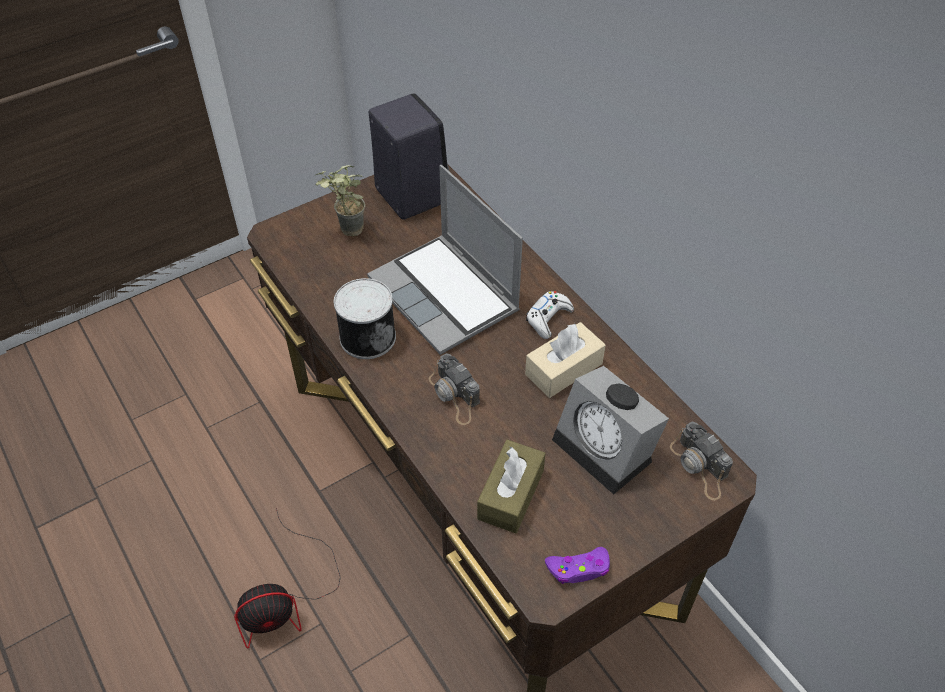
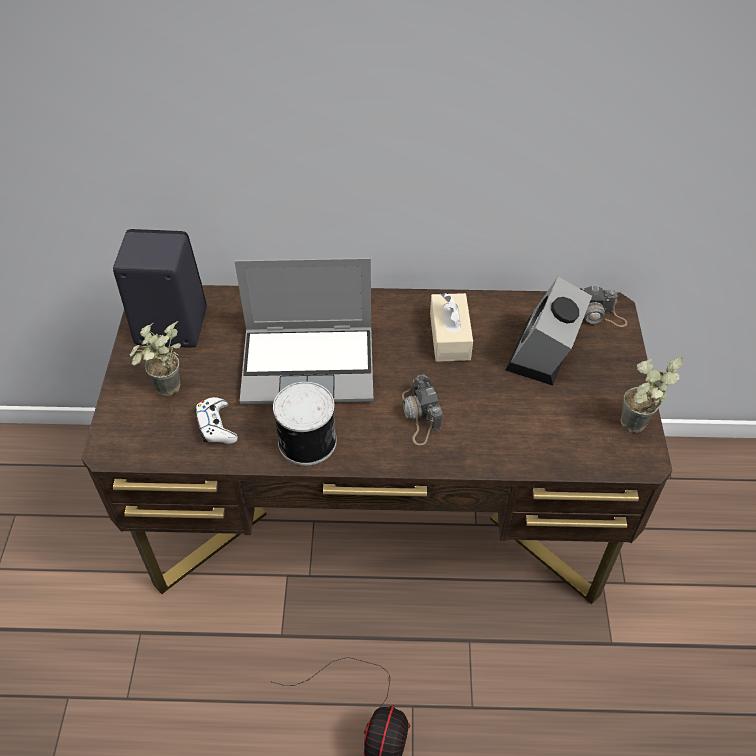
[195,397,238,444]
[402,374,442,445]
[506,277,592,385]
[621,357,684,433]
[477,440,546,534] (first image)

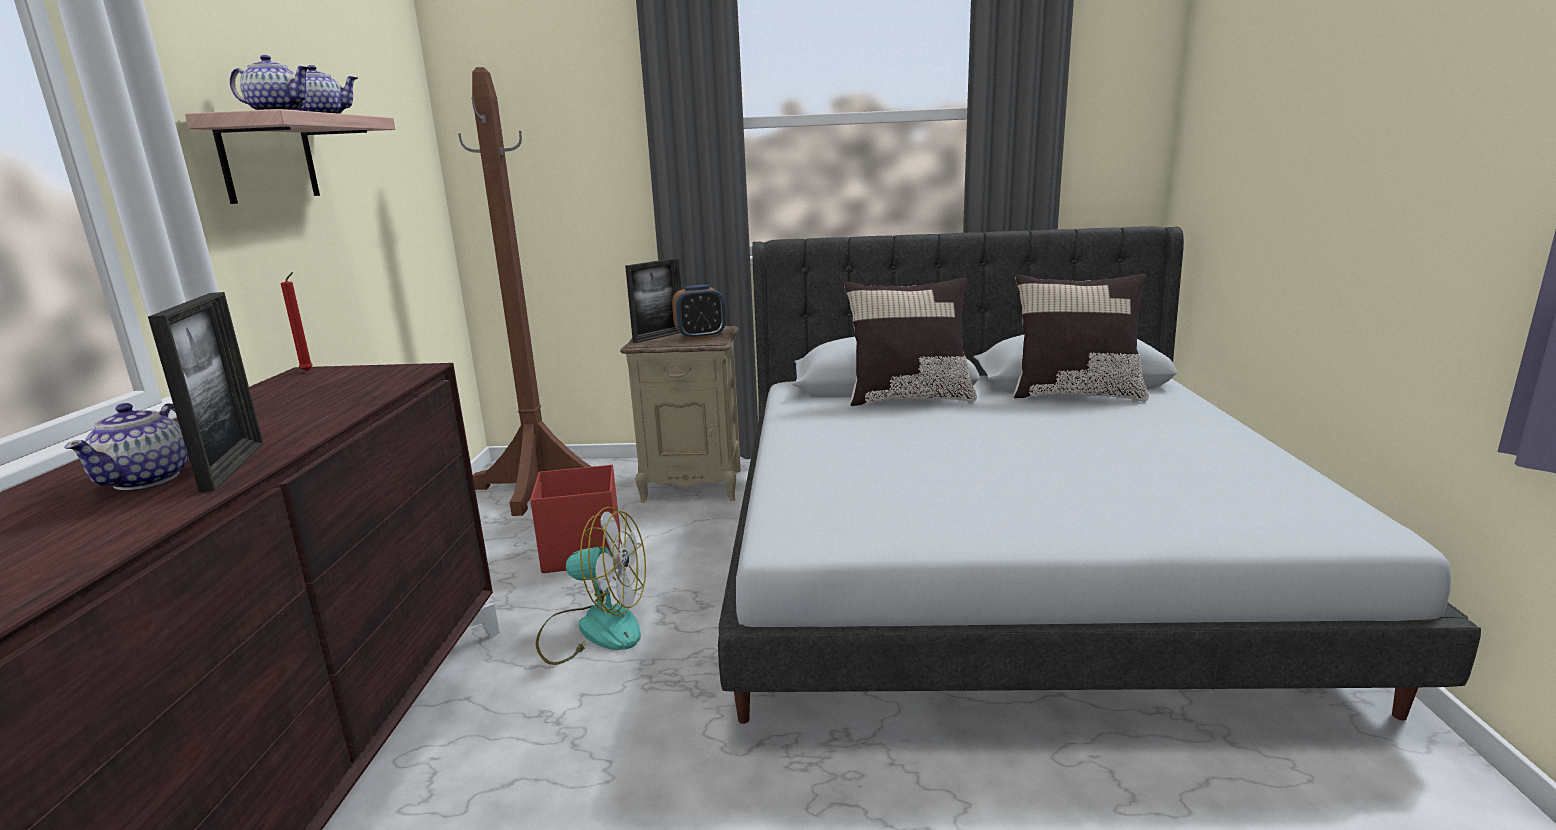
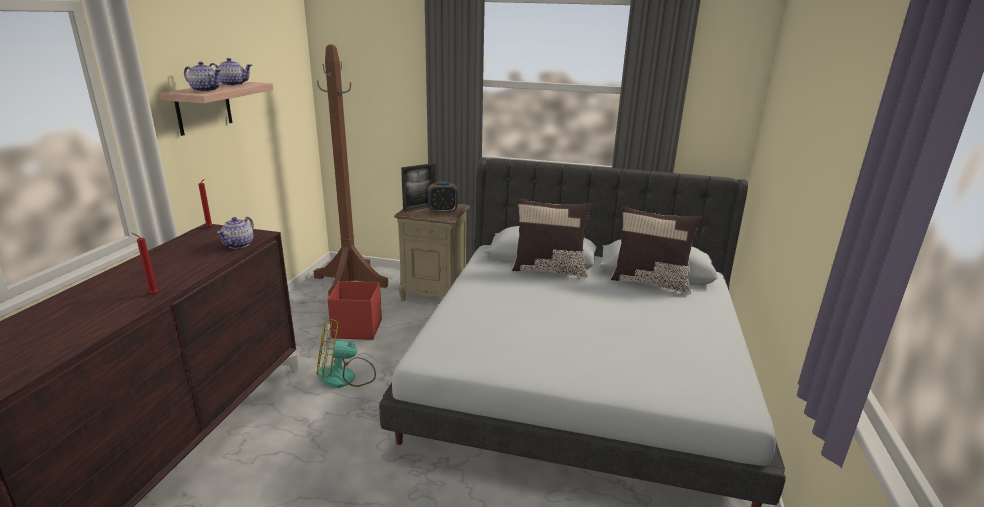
[132,233,158,294]
[217,217,254,249]
[317,319,376,388]

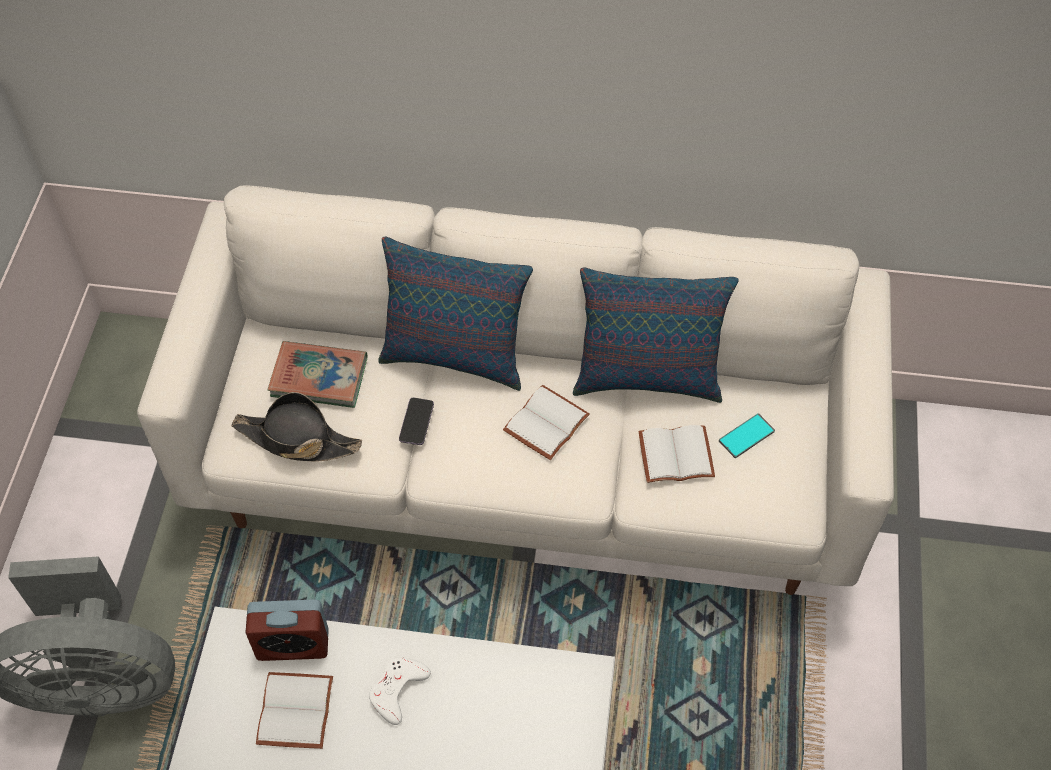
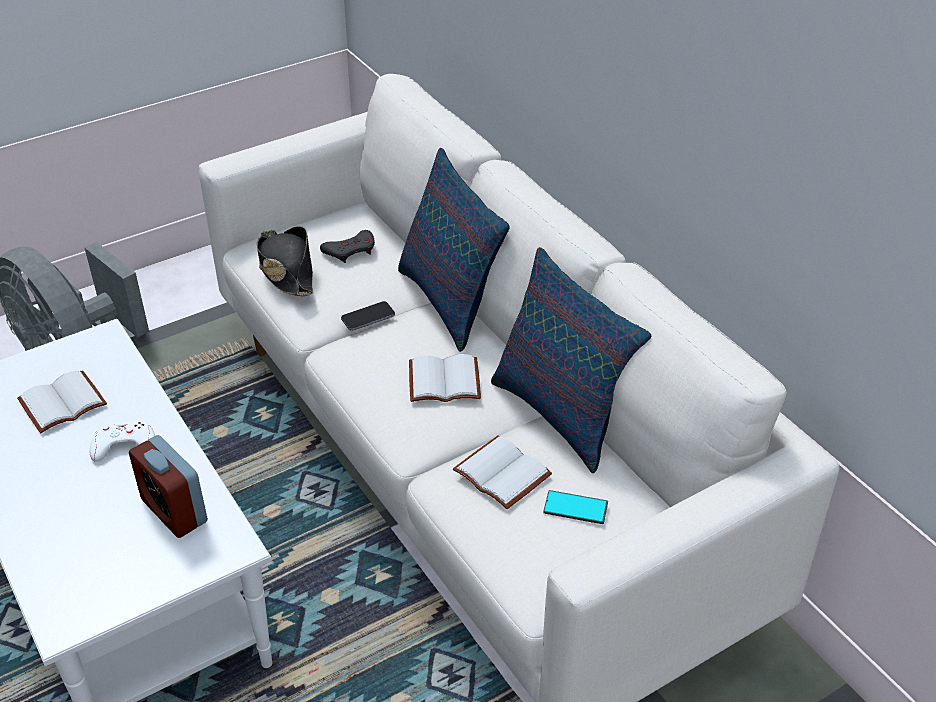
[129,435,208,538]
[320,230,375,263]

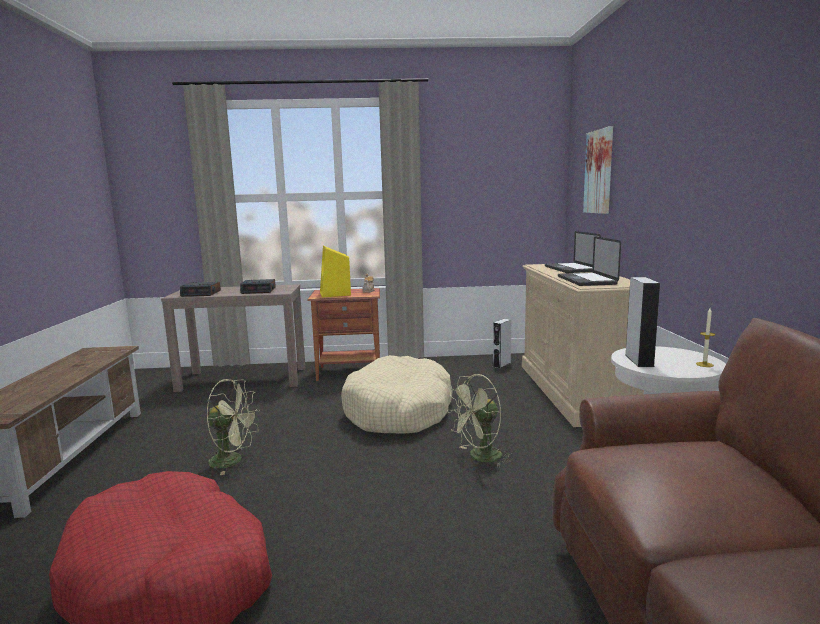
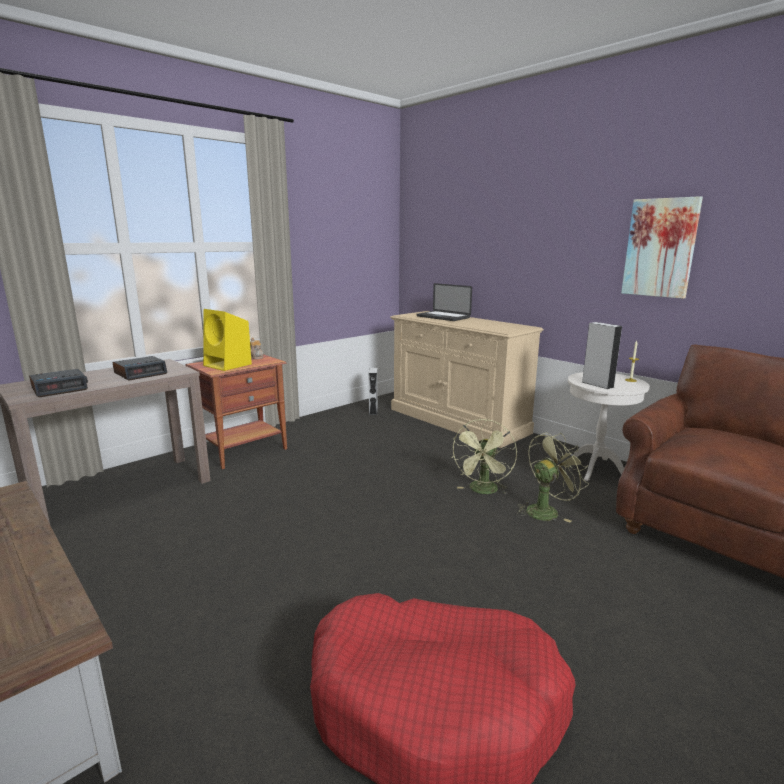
[517,433,589,523]
[621,196,703,299]
[341,355,453,434] (first image)
[558,236,621,286] (first image)

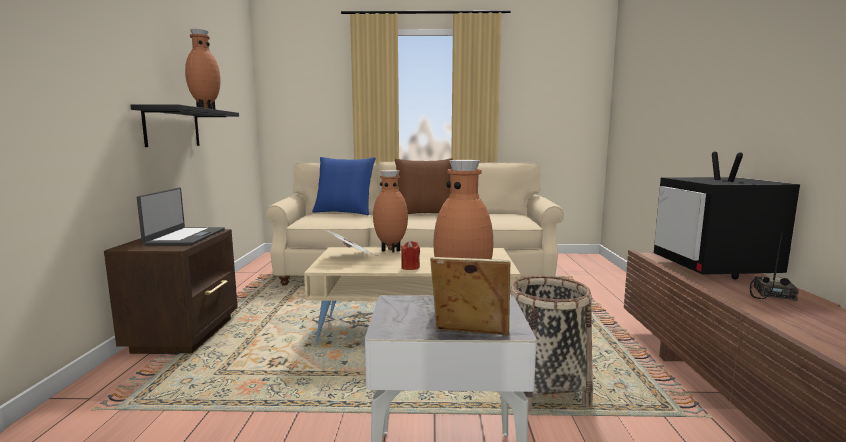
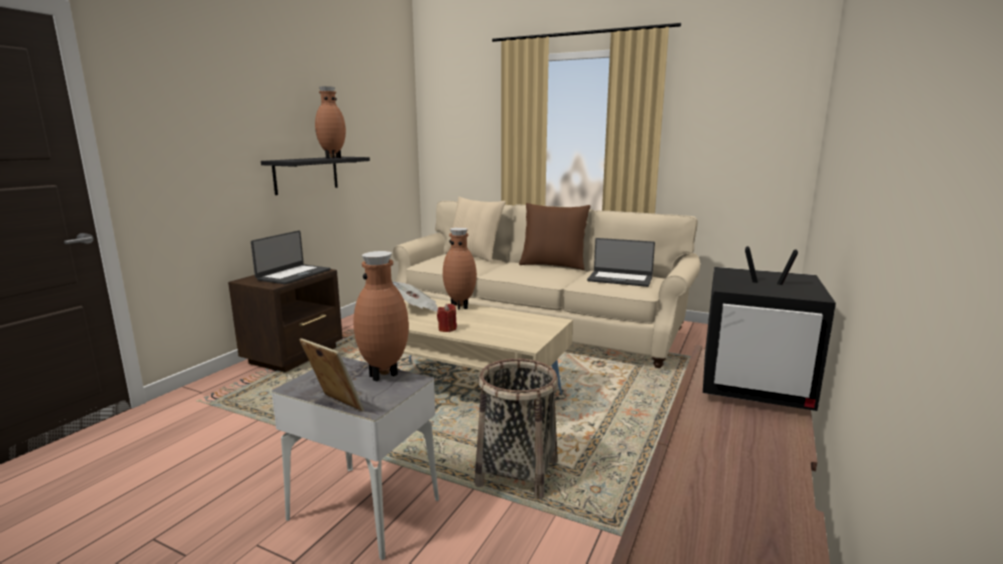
[445,197,506,262]
[587,238,655,287]
[703,246,836,411]
[750,234,799,301] (first image)

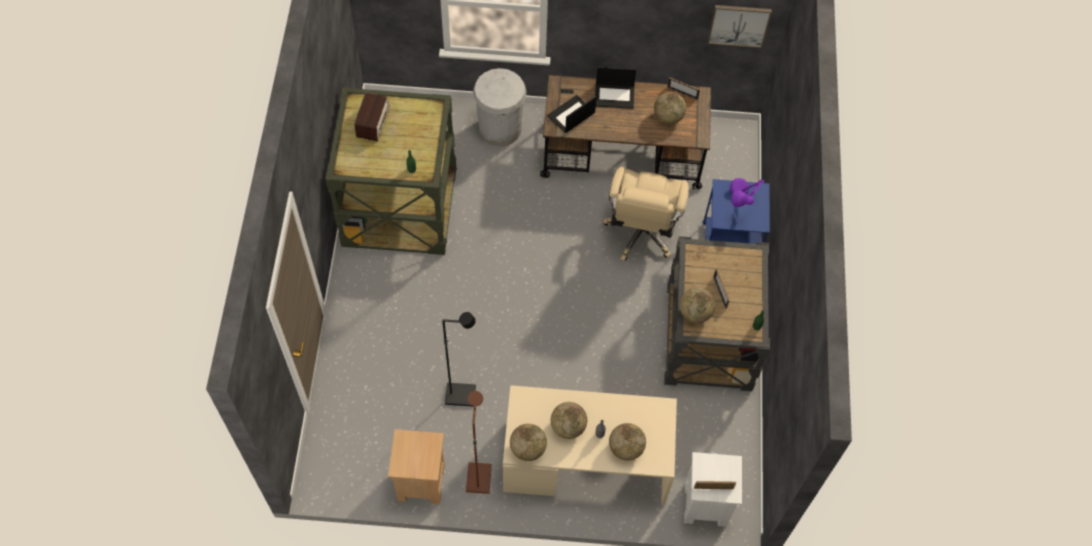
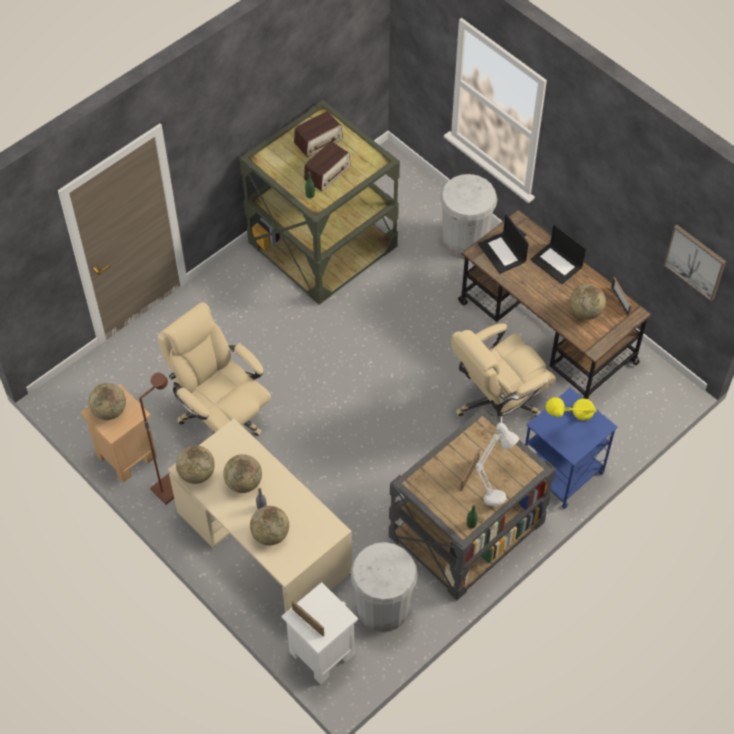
[88,383,126,420]
[158,302,271,436]
[304,141,351,191]
[350,542,418,632]
[476,423,519,506]
[478,214,529,274]
[546,397,597,421]

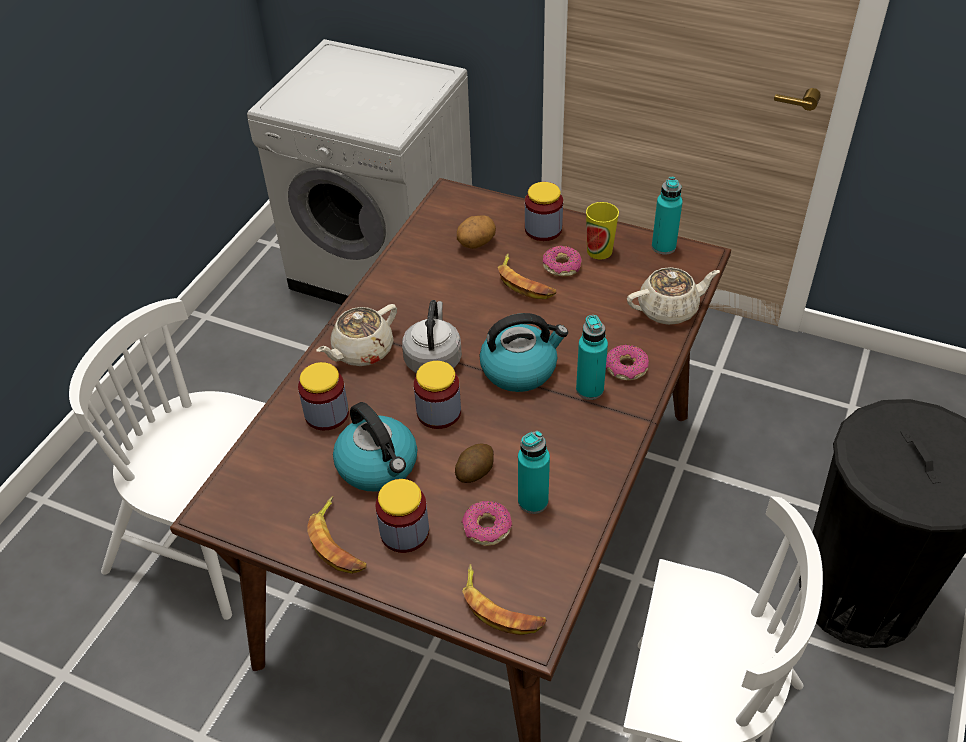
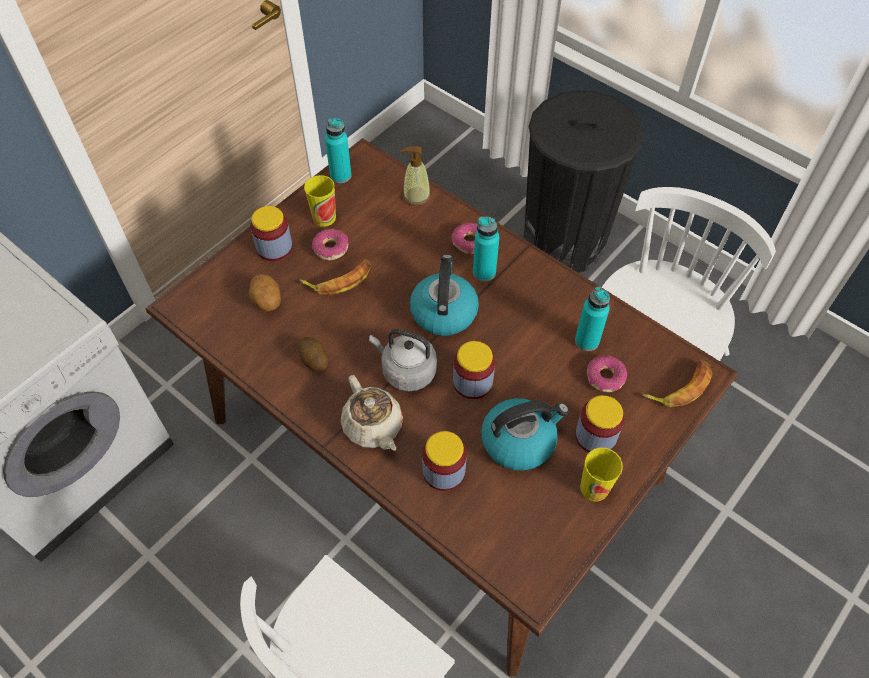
[298,337,329,372]
[400,146,431,206]
[580,448,623,502]

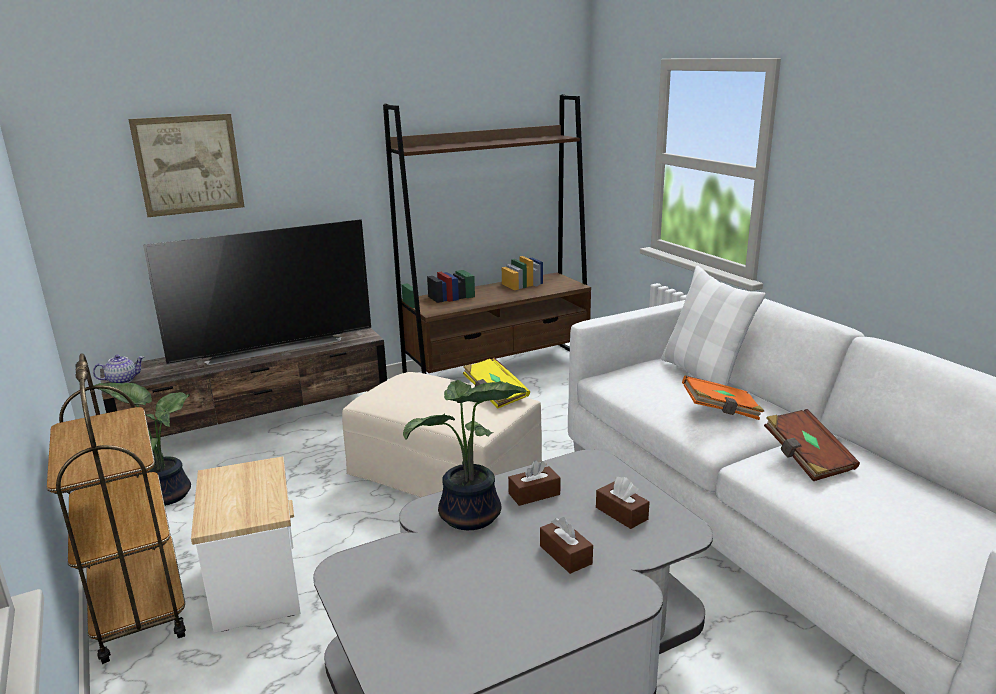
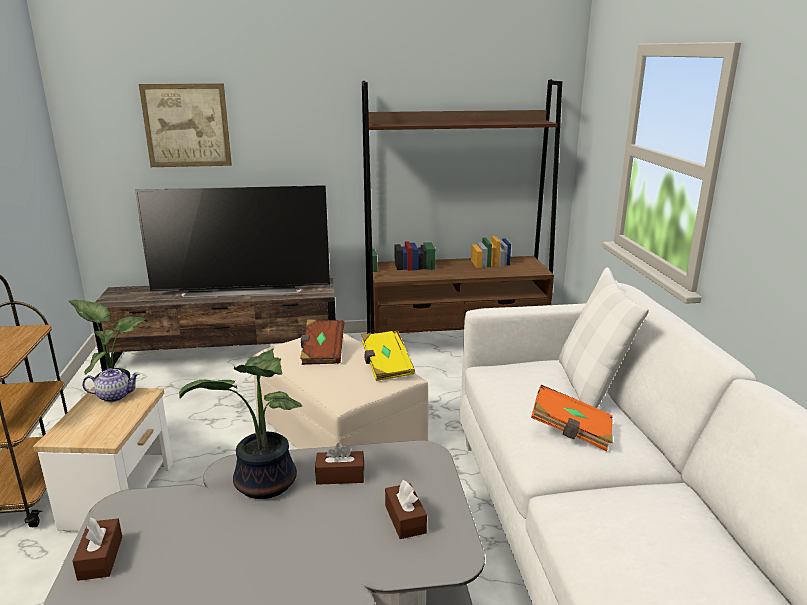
[72,518,122,581]
[82,368,140,402]
[300,319,344,365]

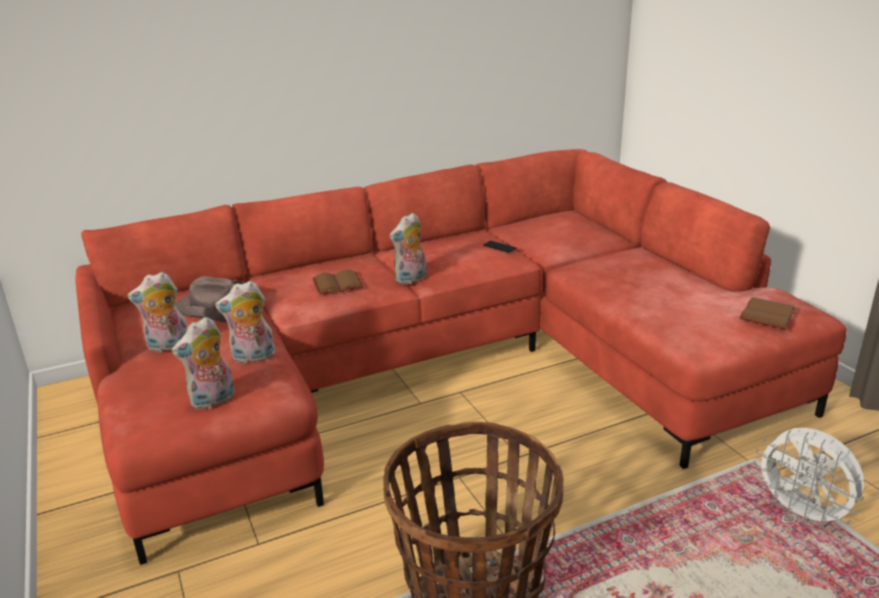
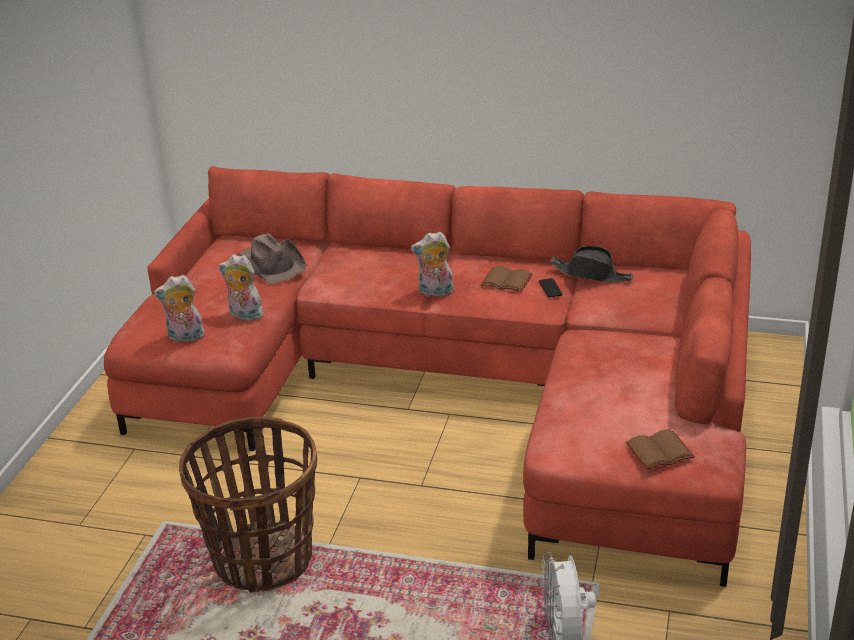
[480,266,533,292]
[550,246,634,283]
[127,272,187,353] (first image)

